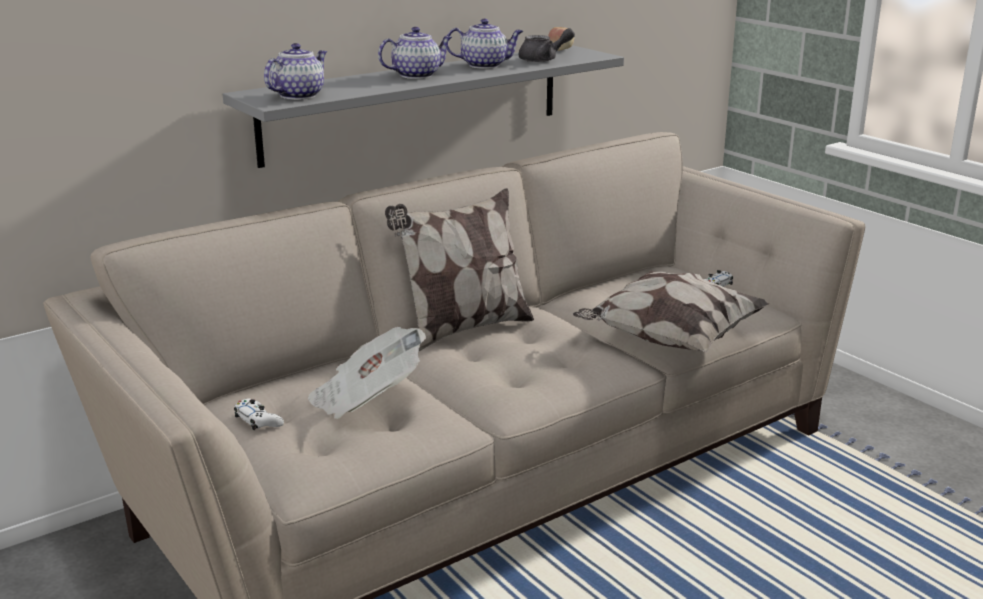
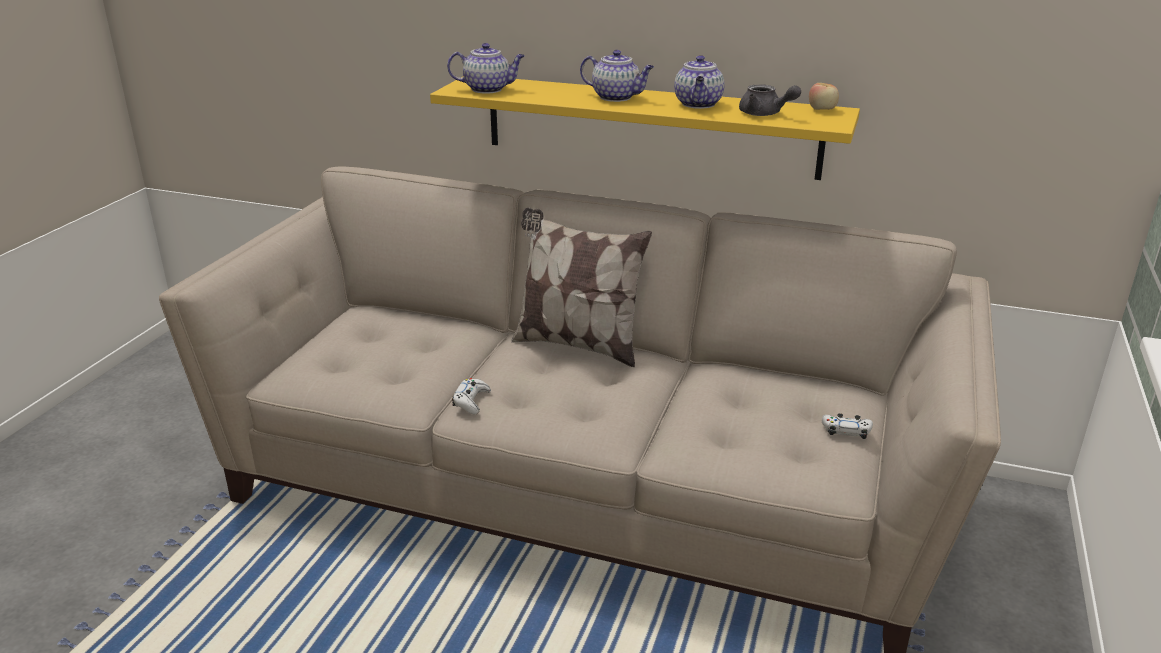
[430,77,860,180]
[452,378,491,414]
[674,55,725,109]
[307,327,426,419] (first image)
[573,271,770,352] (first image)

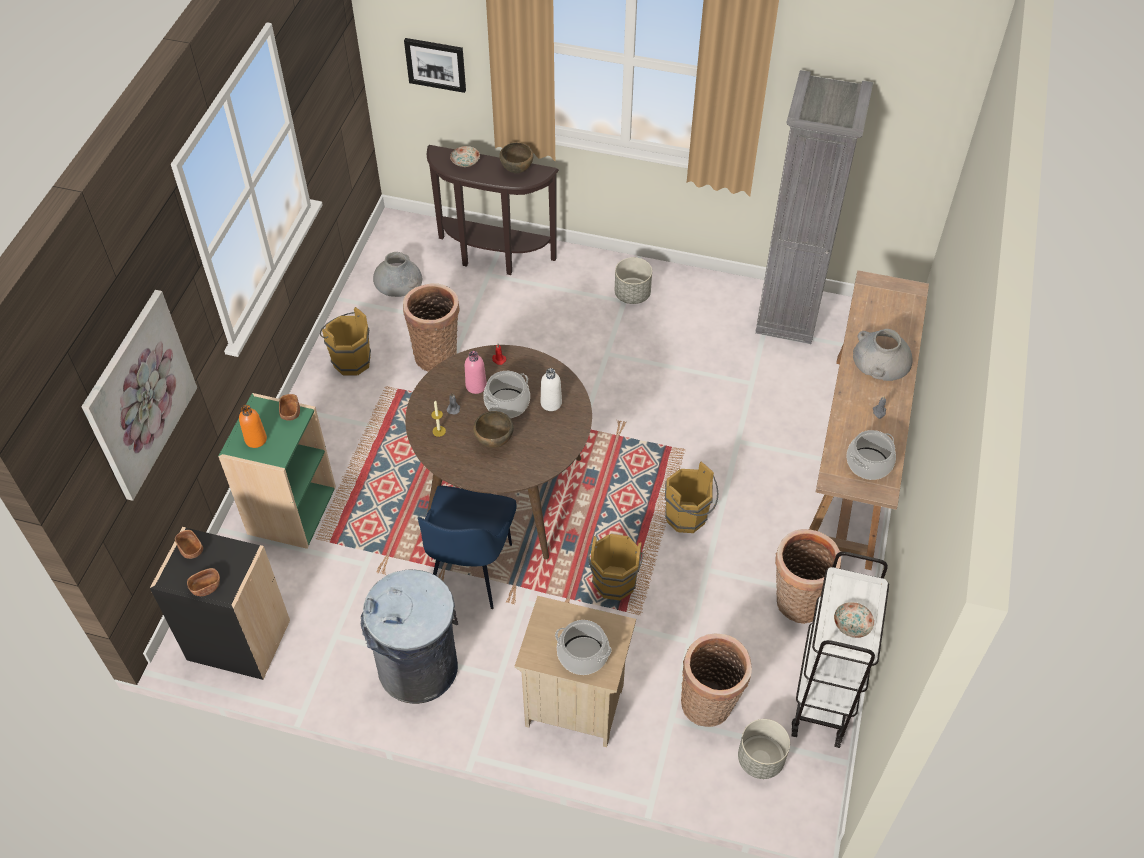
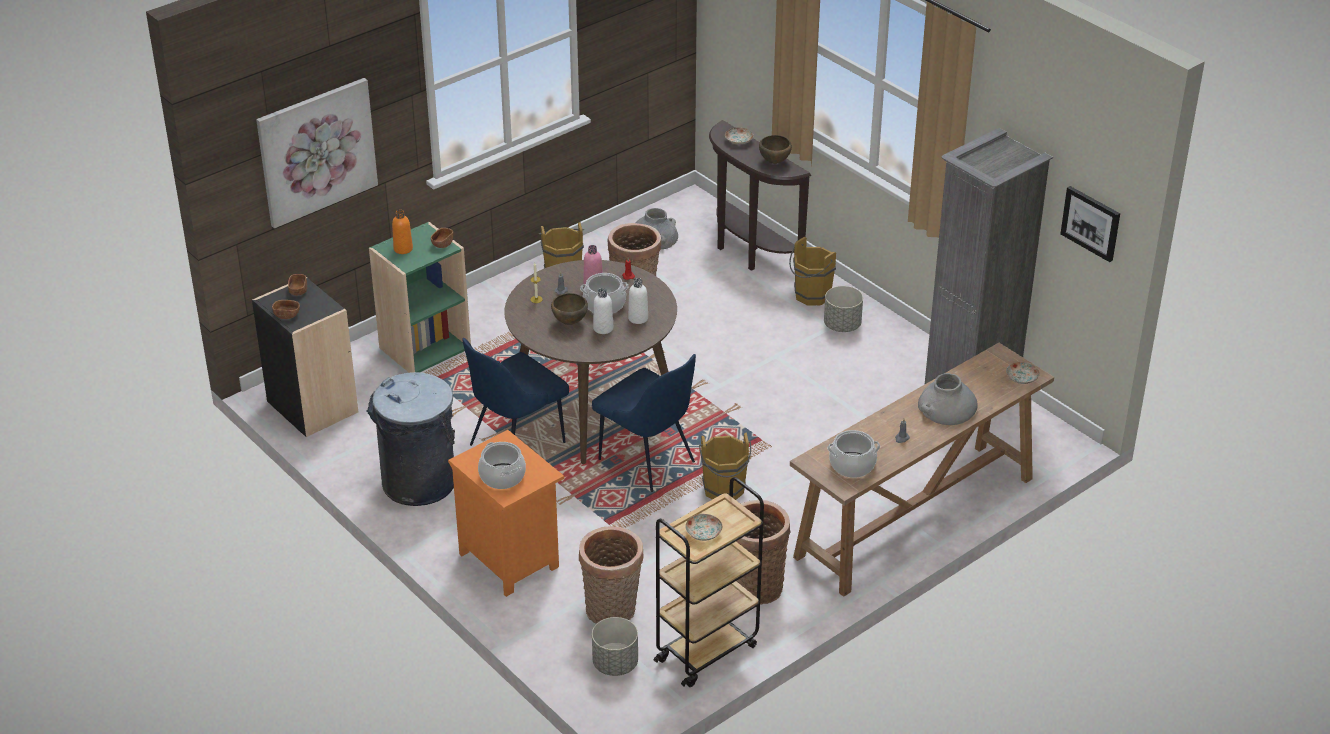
[448,430,564,597]
[592,354,696,492]
[593,288,613,334]
[654,477,764,687]
[789,237,836,306]
[1006,362,1040,384]
[1060,186,1120,262]

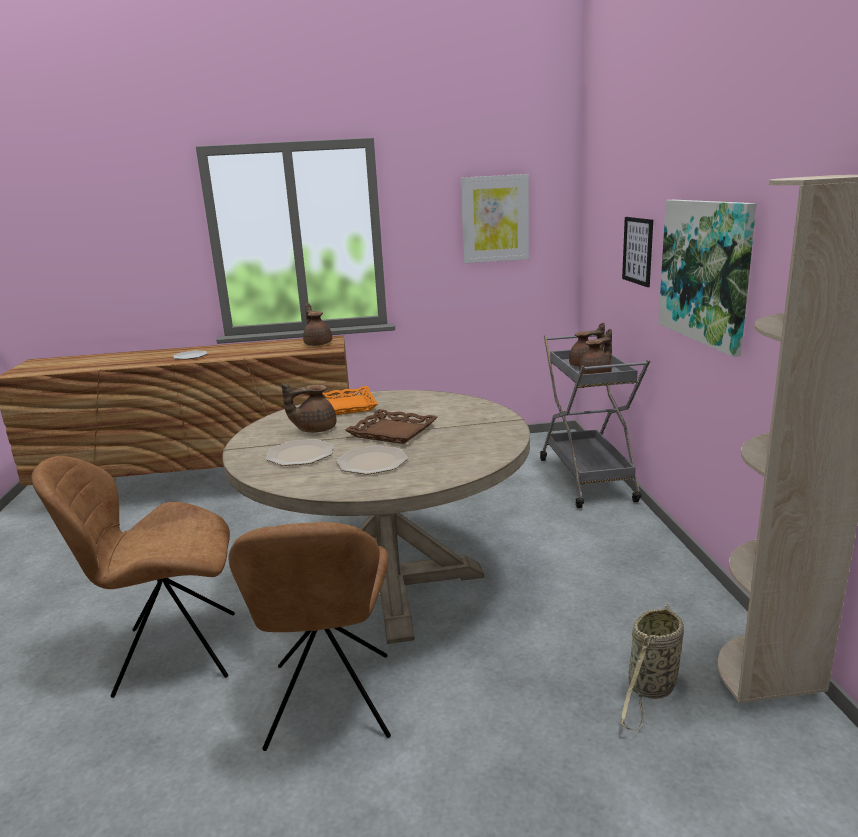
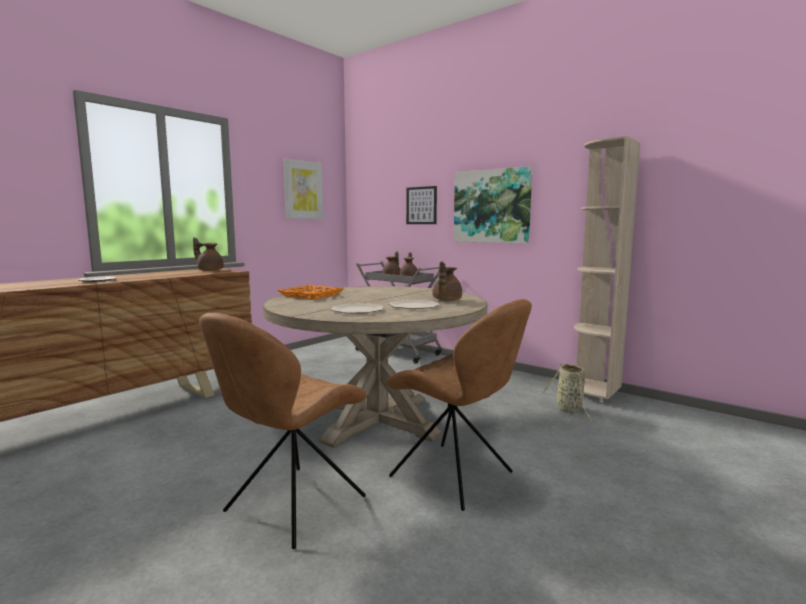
[432,261,462,301]
[345,409,437,444] (first image)

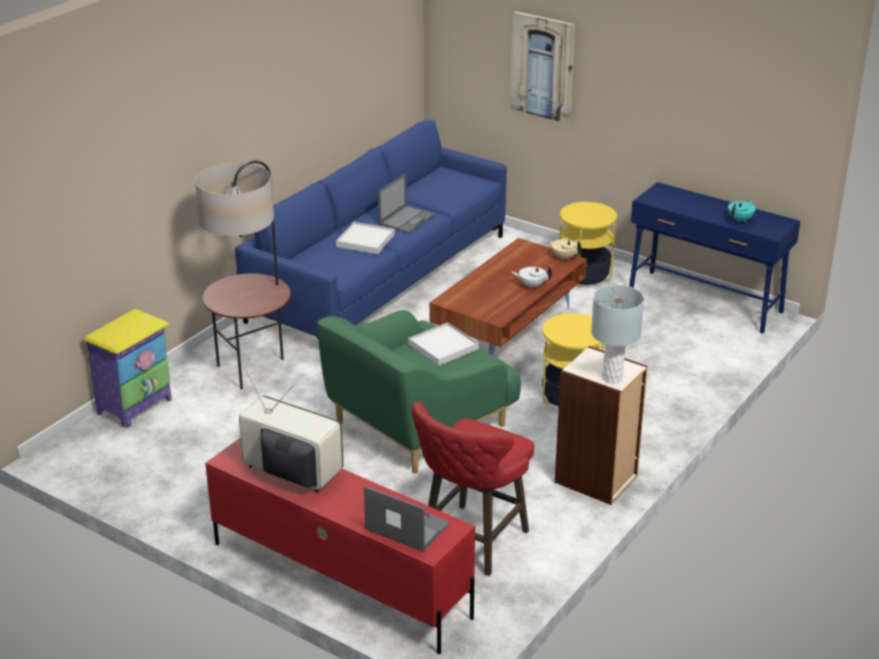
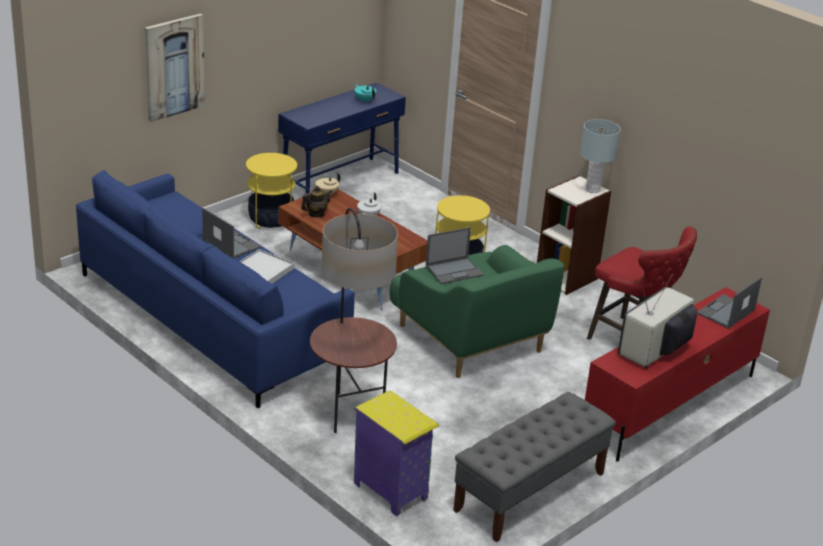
[301,186,332,217]
[425,227,484,284]
[453,392,616,542]

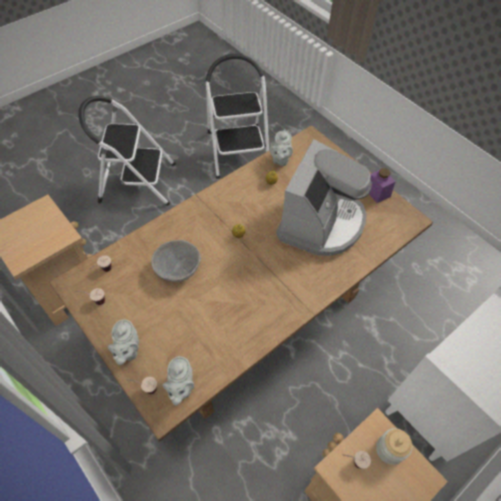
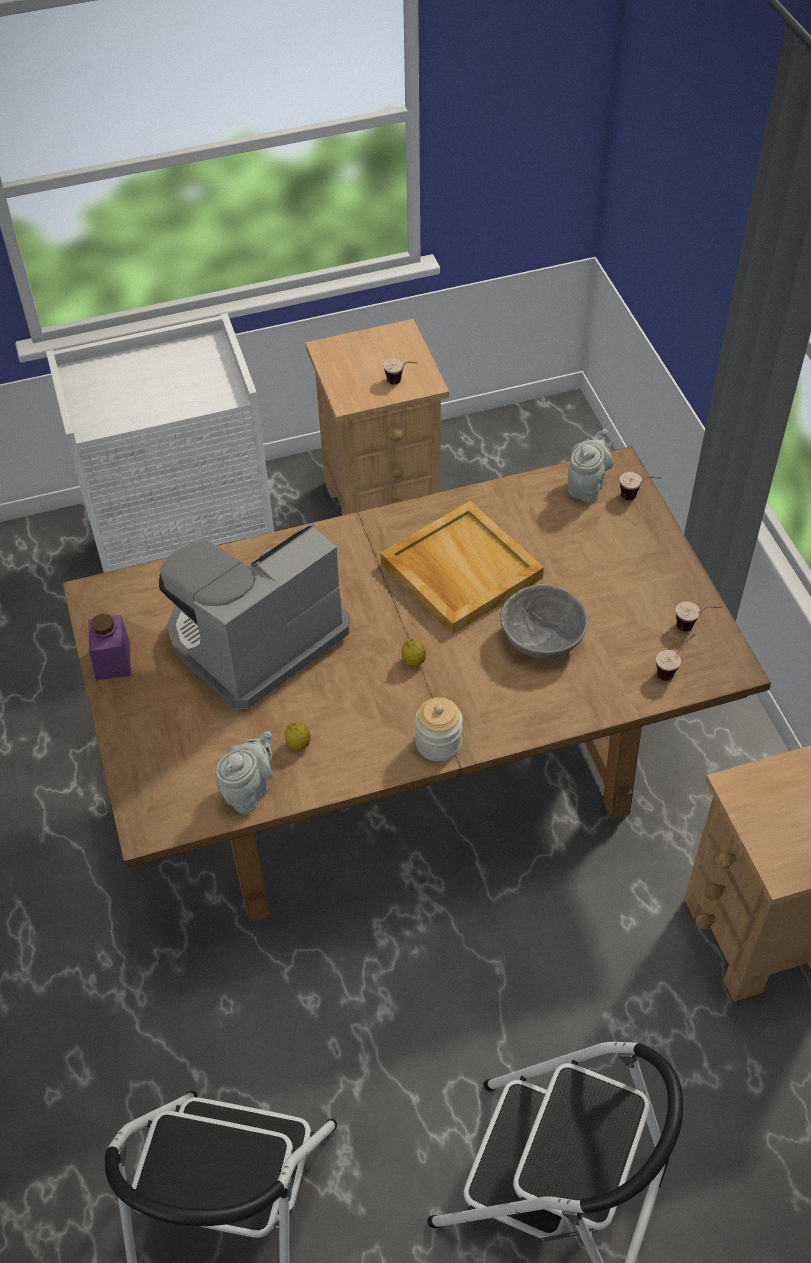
[380,501,544,634]
[415,697,463,762]
[108,319,139,365] (first image)

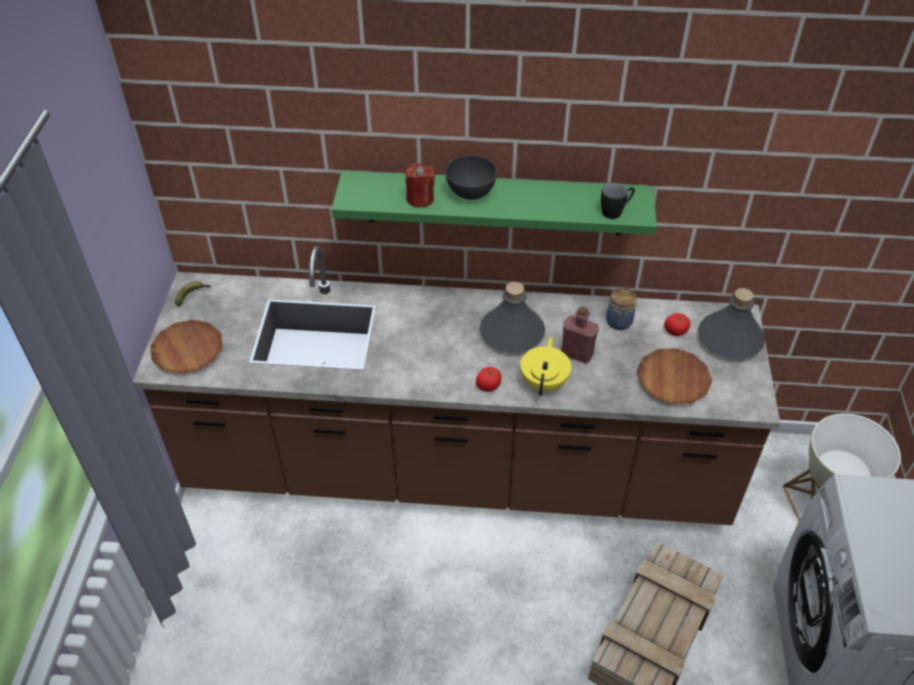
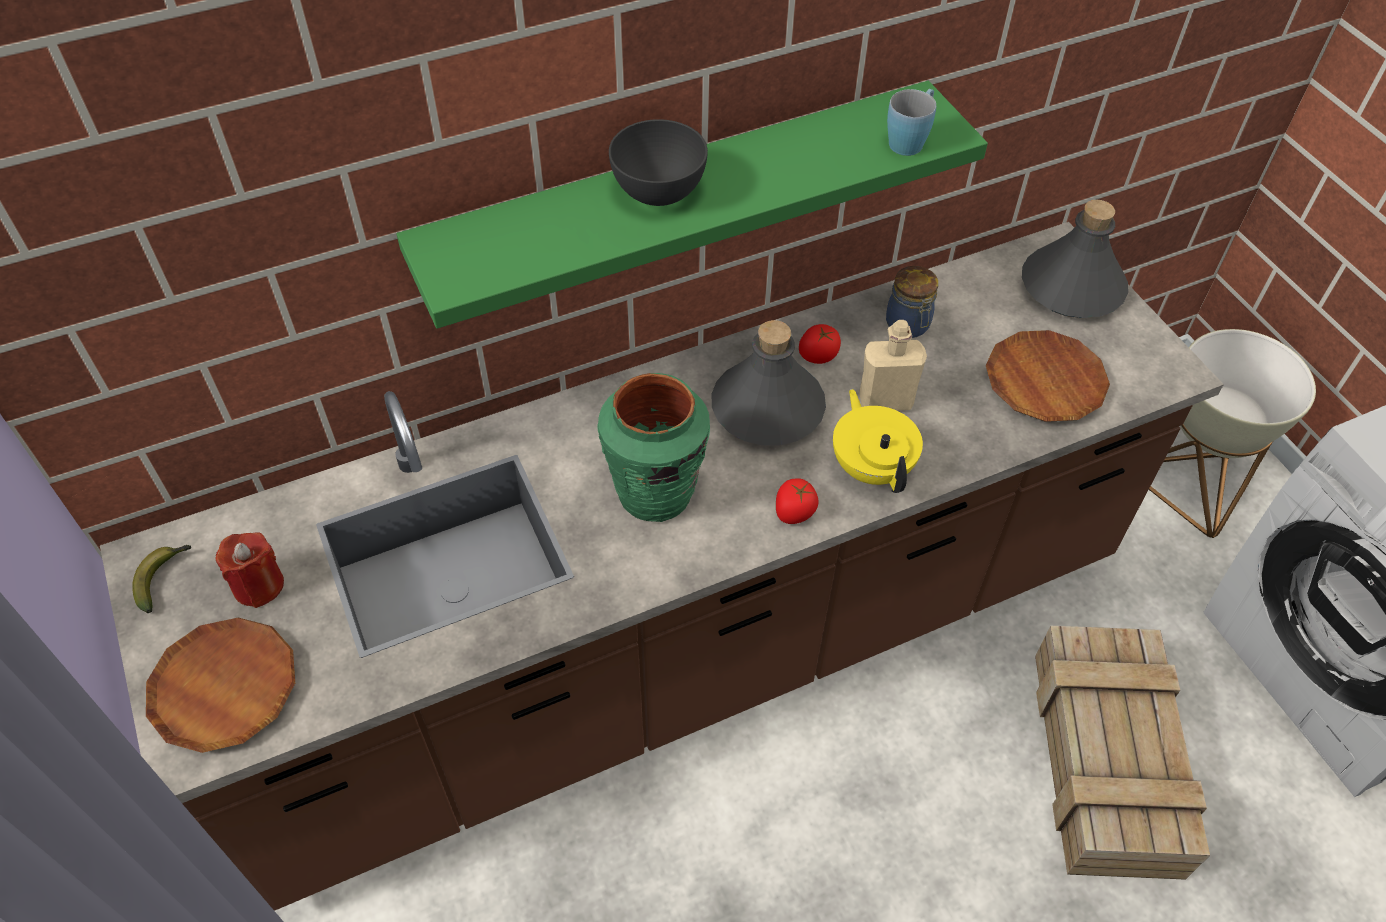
[215,532,284,608]
[597,373,710,522]
[799,324,841,364]
[859,320,927,410]
[887,89,936,156]

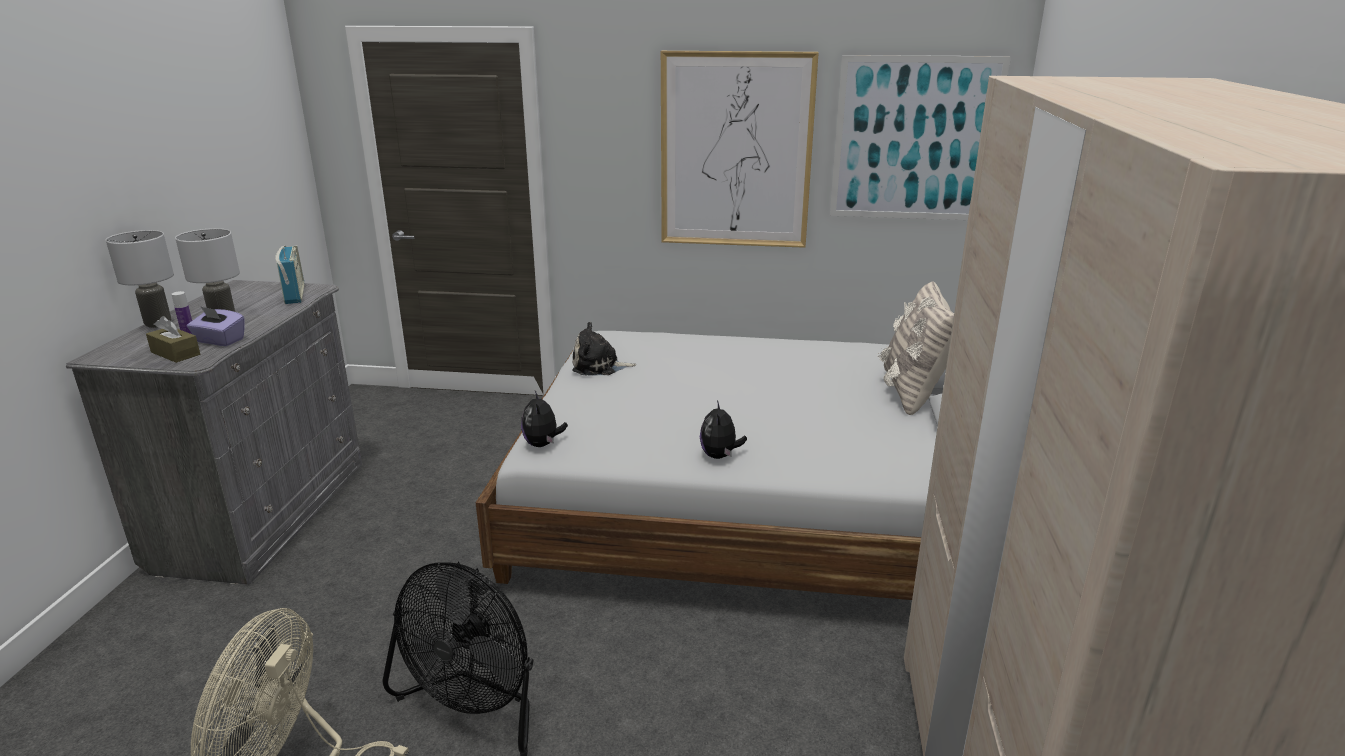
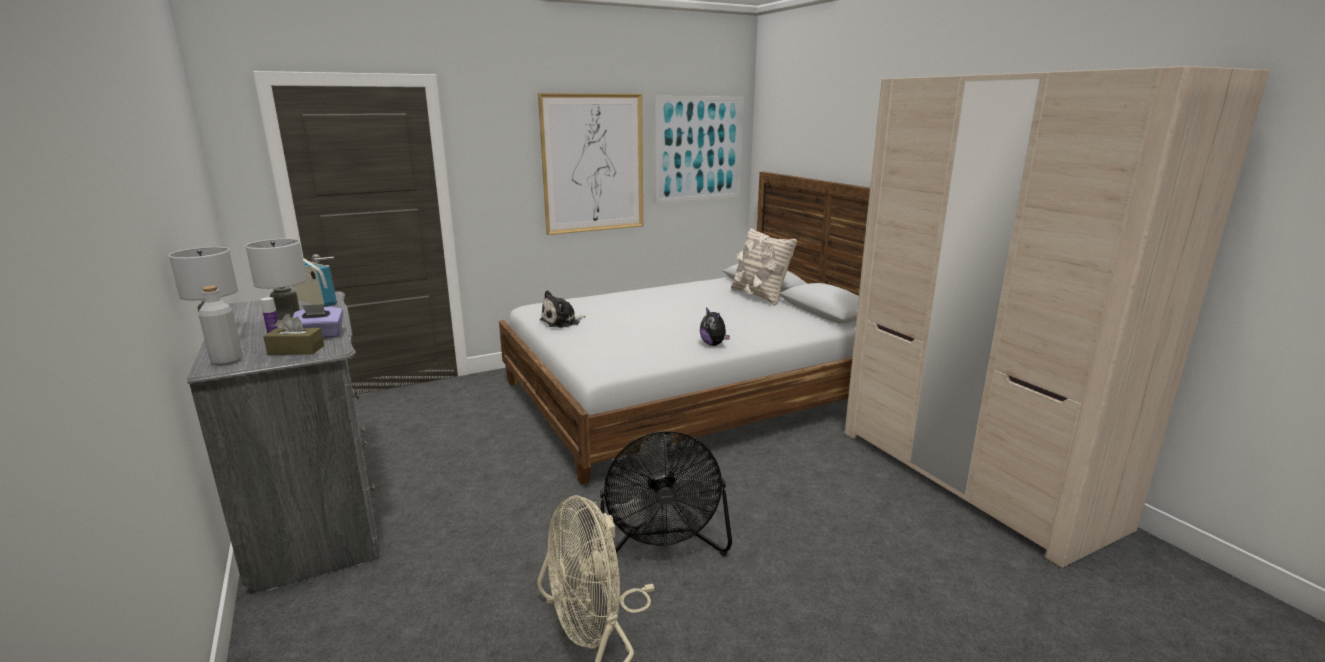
[198,286,243,366]
[521,391,568,447] (first image)

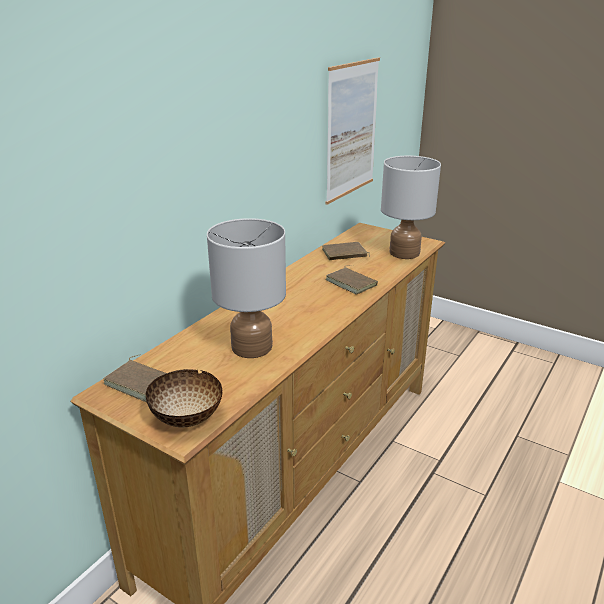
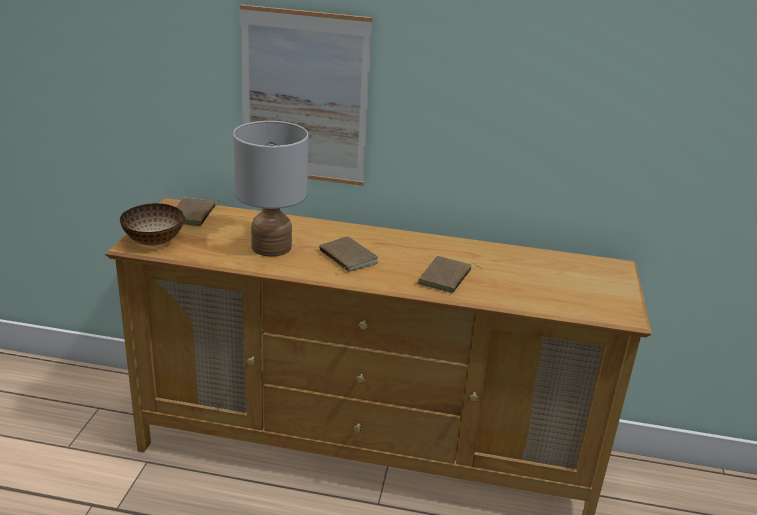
[240,4,373,186]
[319,236,378,272]
[381,156,441,259] (first image)

